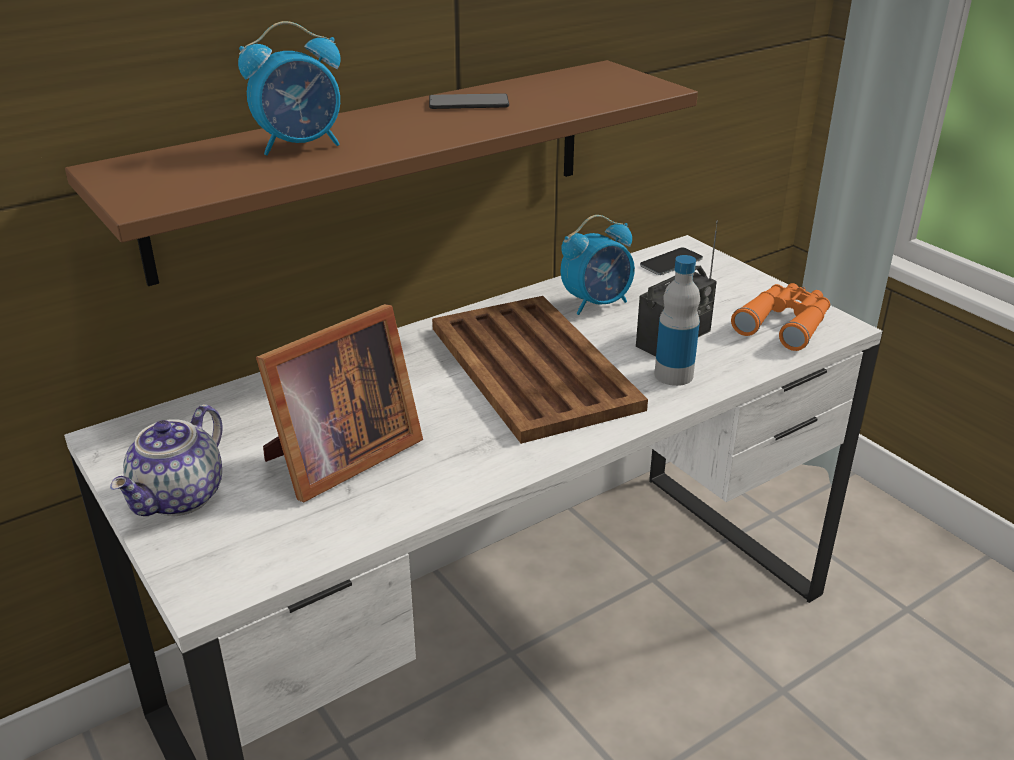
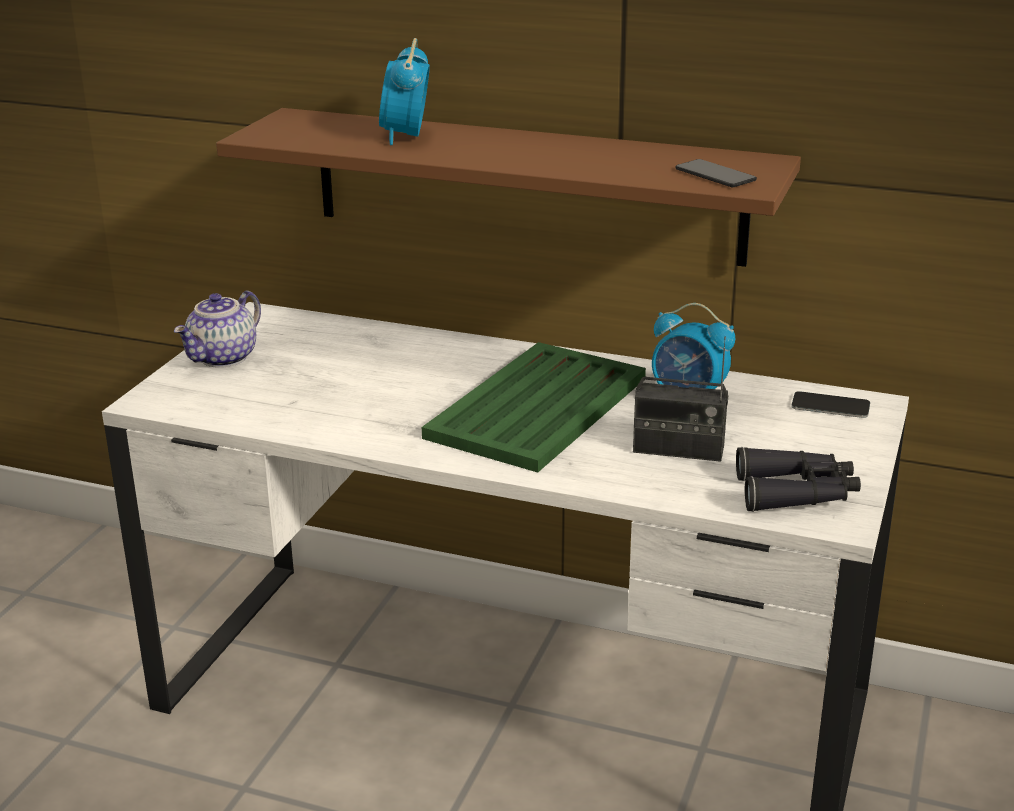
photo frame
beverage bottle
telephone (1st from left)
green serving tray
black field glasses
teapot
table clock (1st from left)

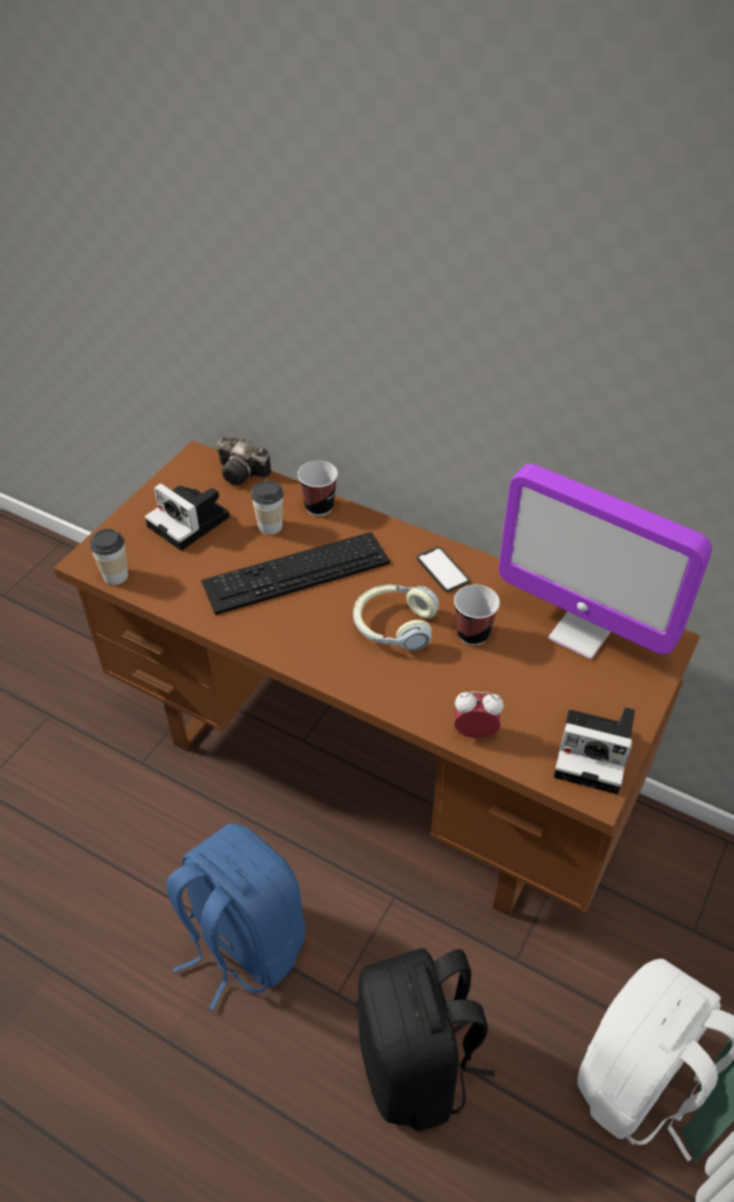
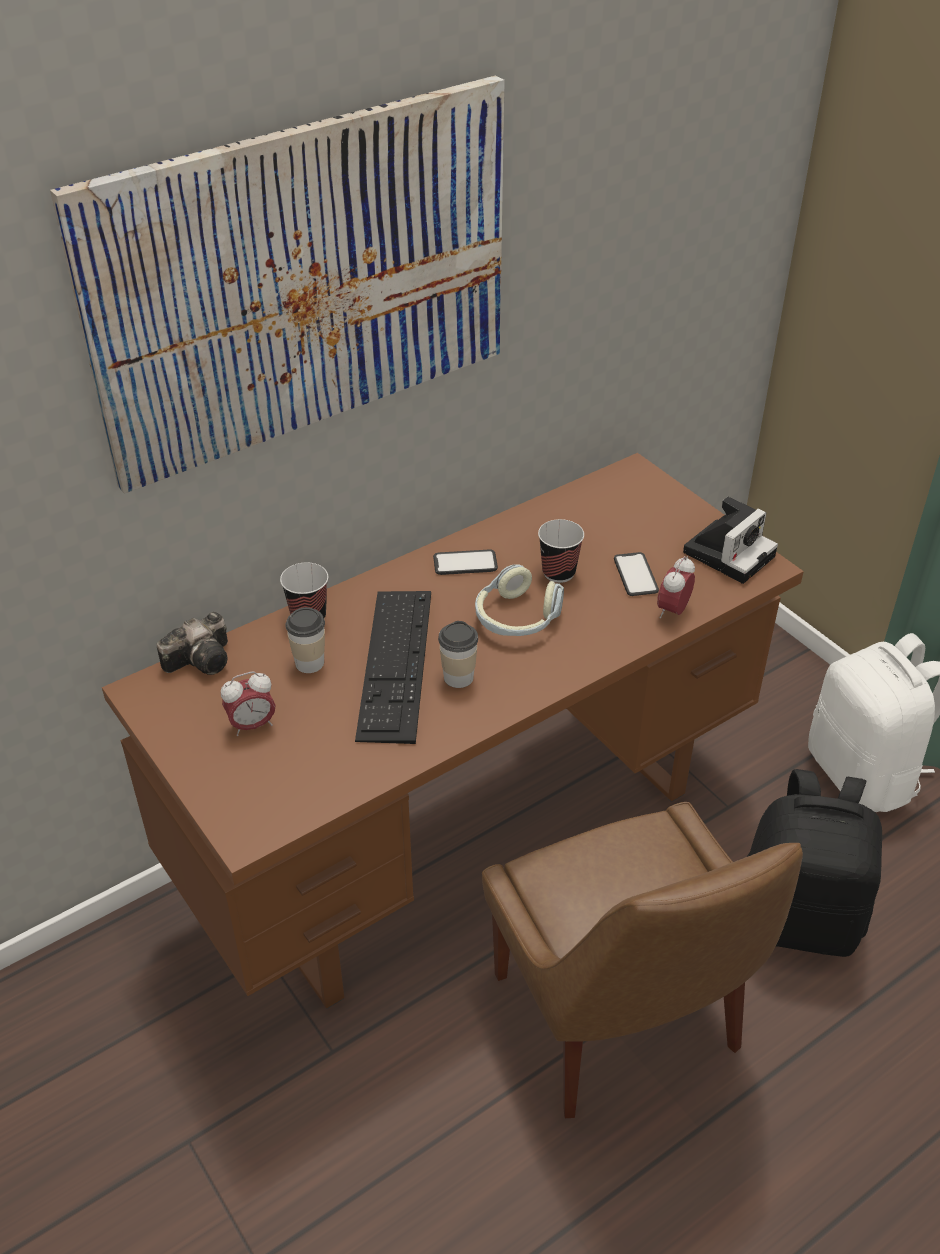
computer display
wall picture
telephone (2nd from left)
small cup (3rd from left)
table clock (1st from left)
brown-coloured chair

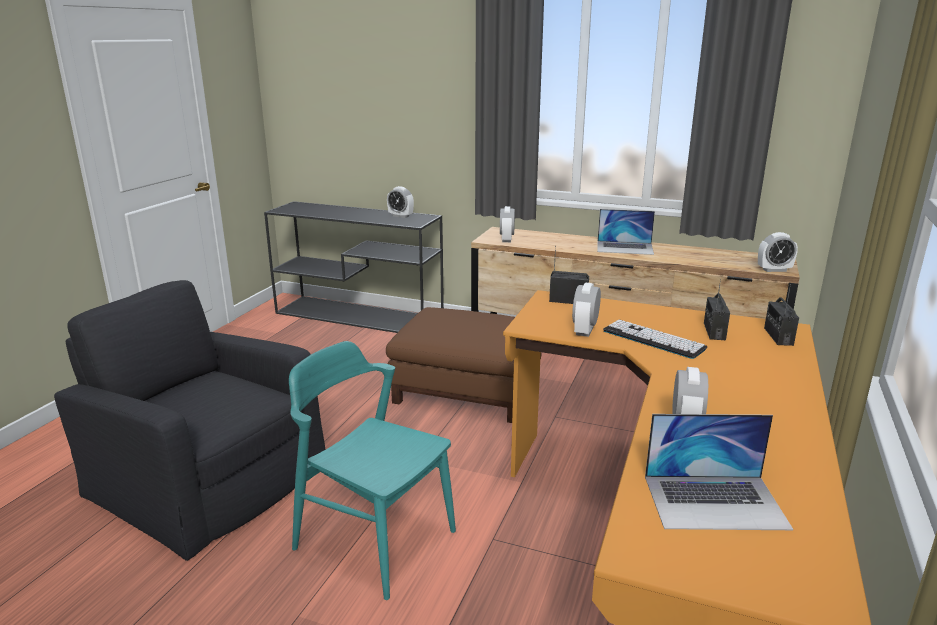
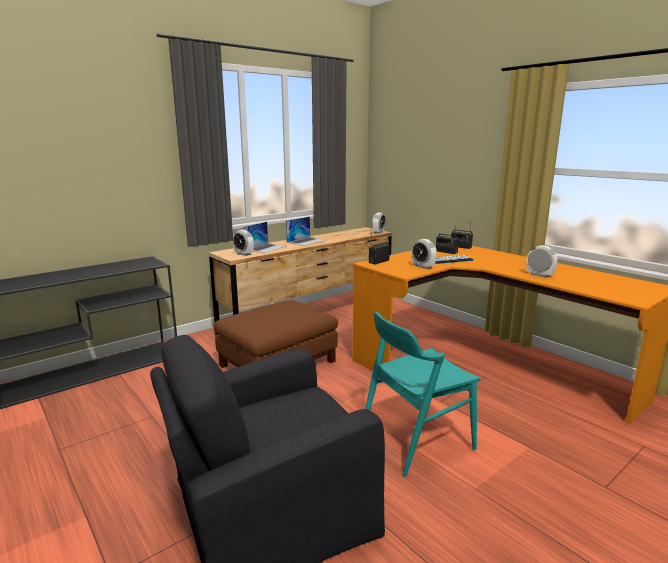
table clock (1st from left in the first image)
notebook computer (1st from left)

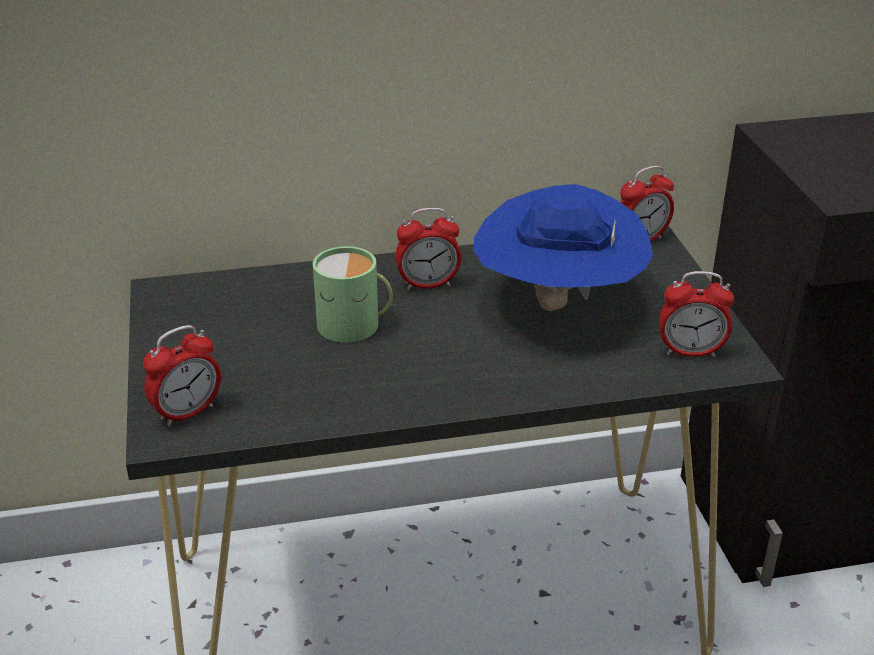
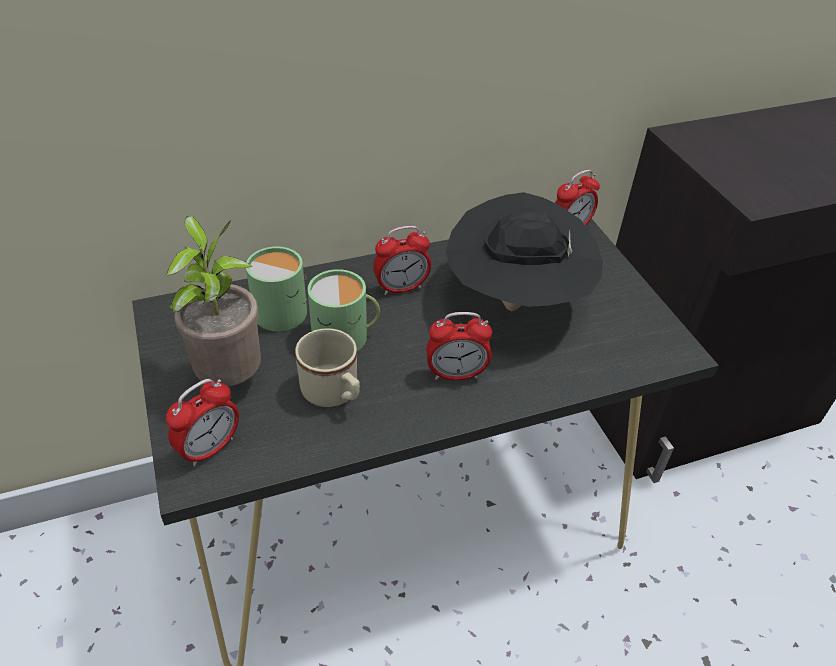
potted plant
green tea mug (1st from left)
beige-coloured tea mug
table clock (3rd from left)
black clothing hat

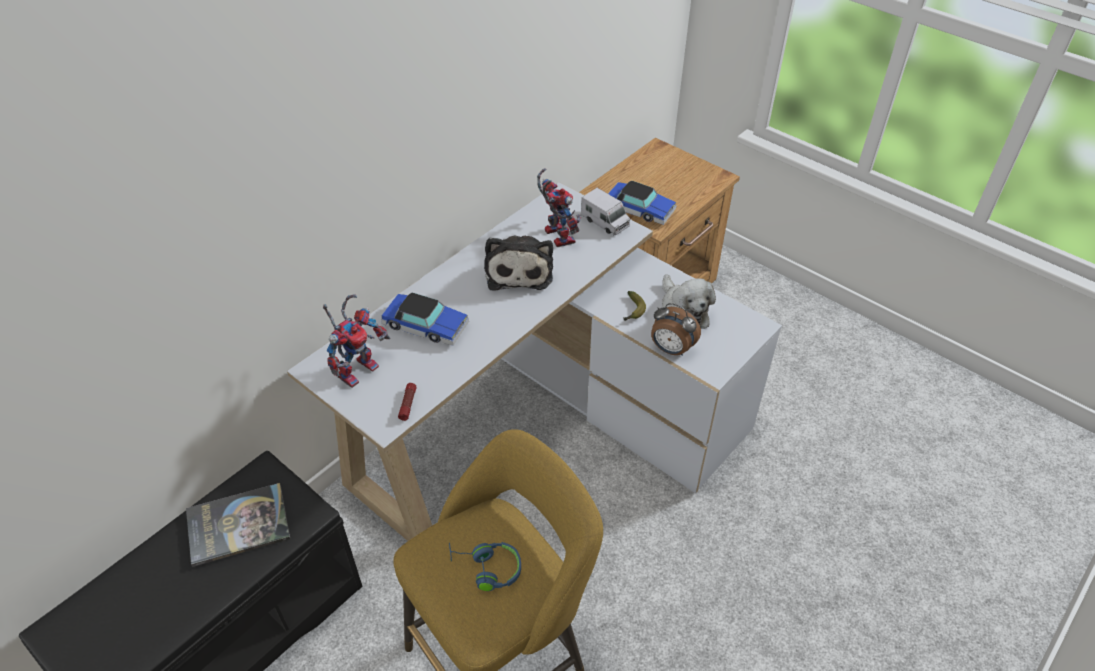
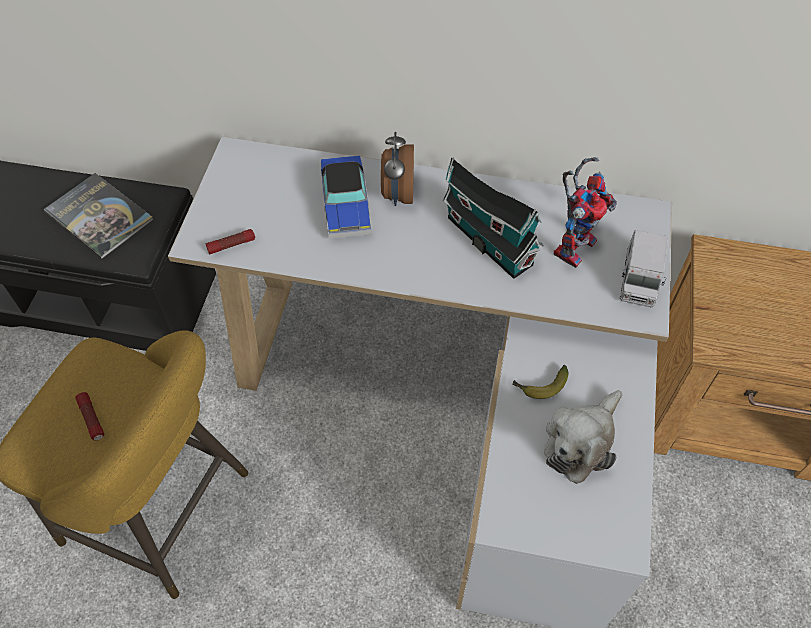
robot figure (1st from left in the first image)
model car (2nd from left in the first image)
table clock
hand torch (1st from left)
model house

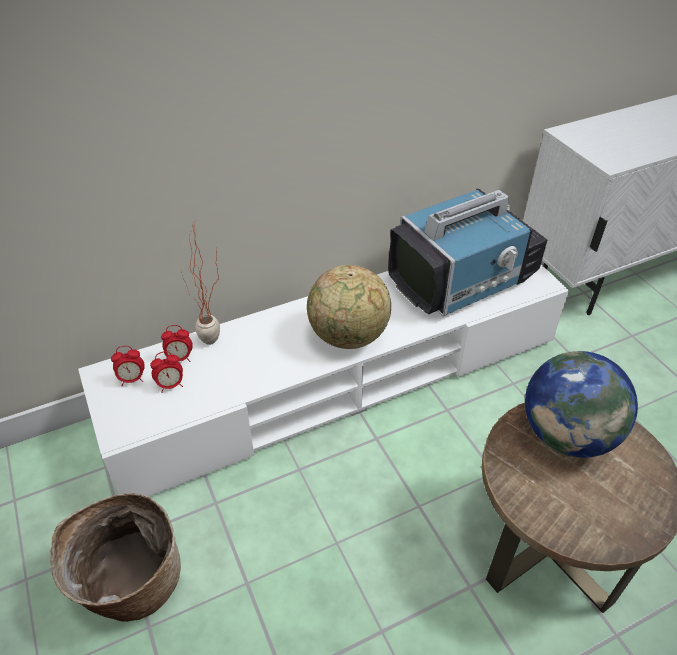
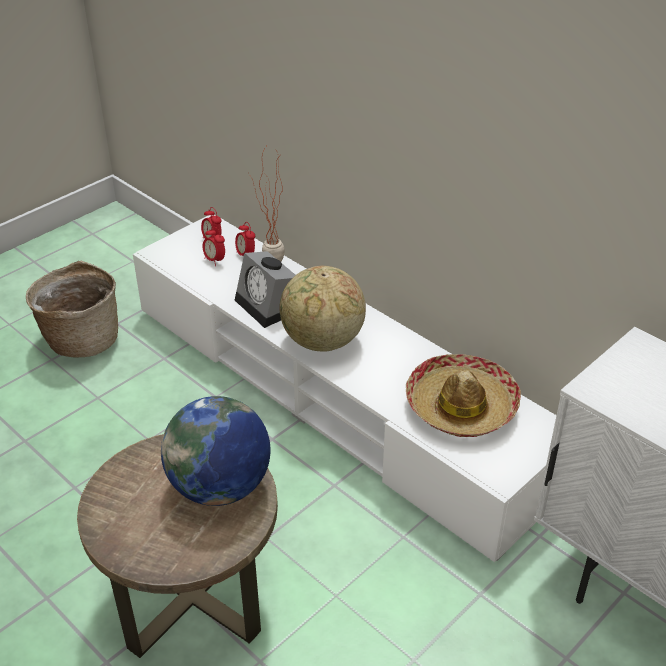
table clock (4th from left)
clothing hat

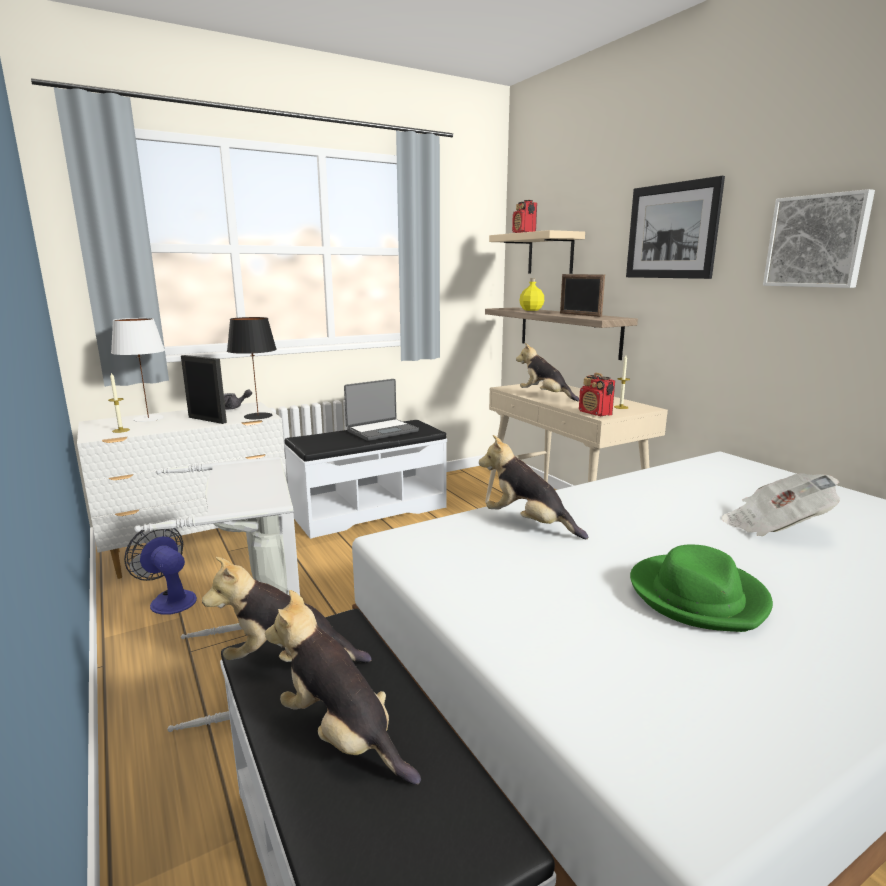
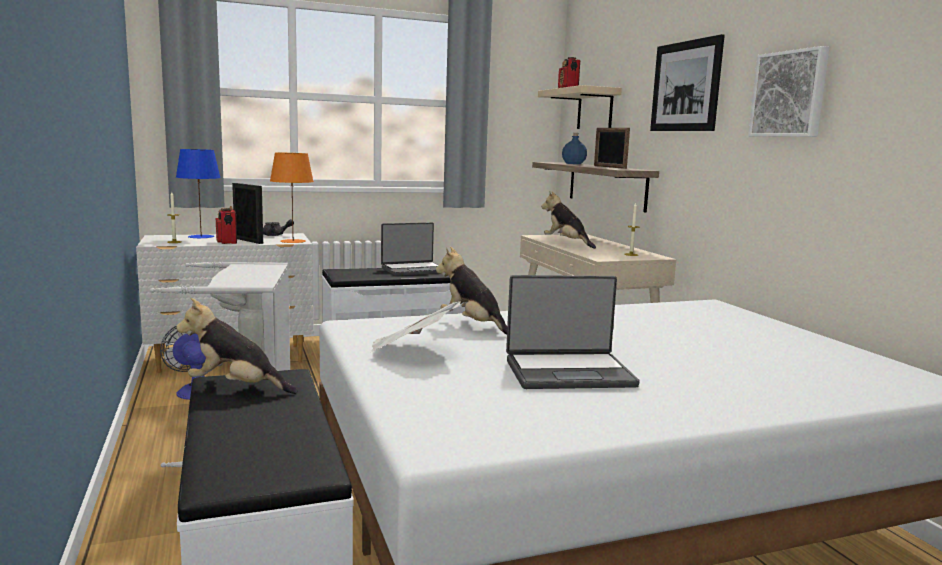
cuddly toy (2nd from left in the first image)
radio receiver (1st from left)
printed paper
notebook computer (2nd from left)
blue tabletop lamp
orangey tabletop lamp
blue beverage bottle

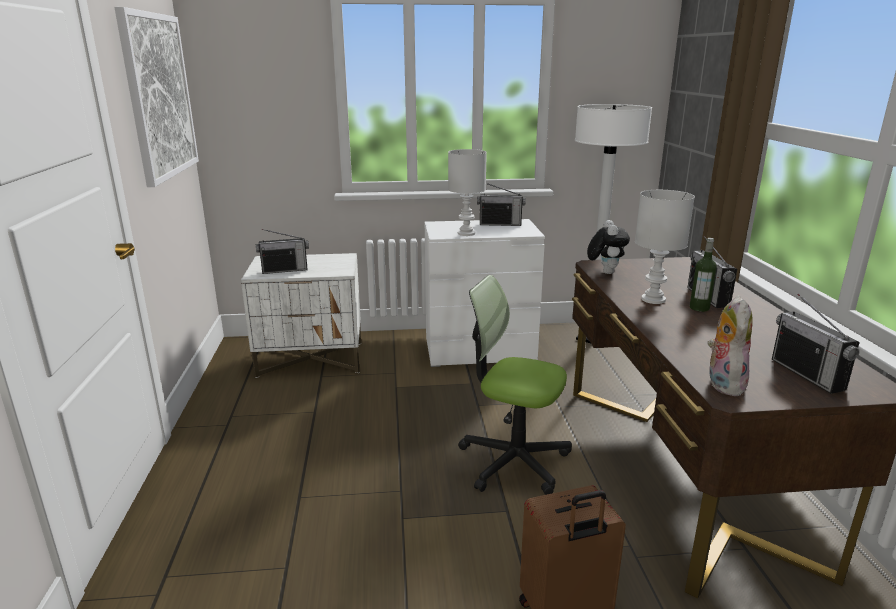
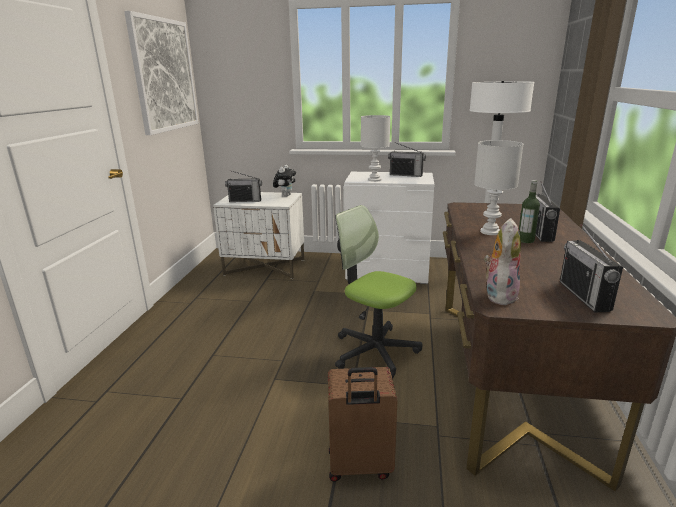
cuddly toy (1st from left)

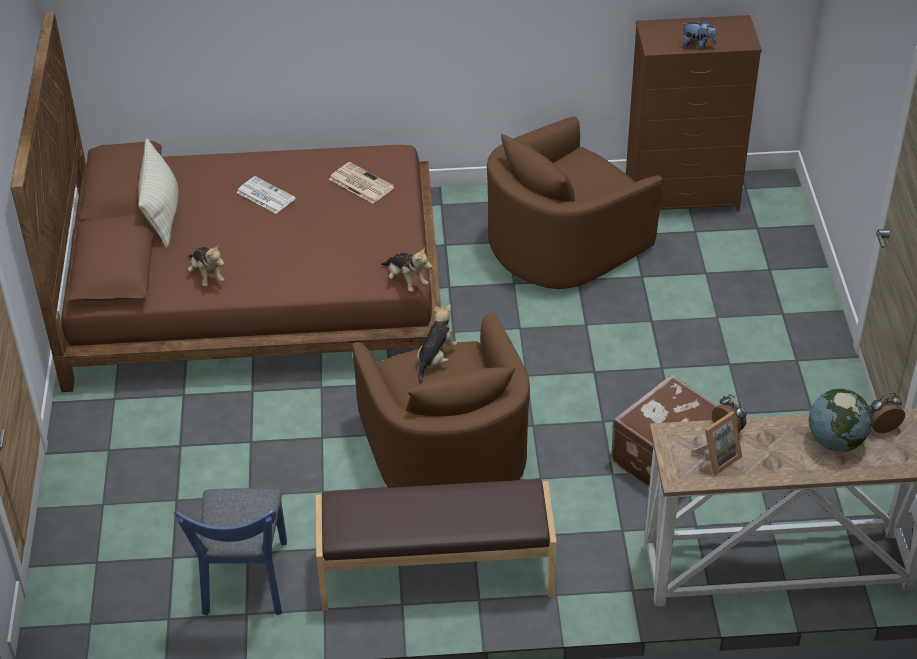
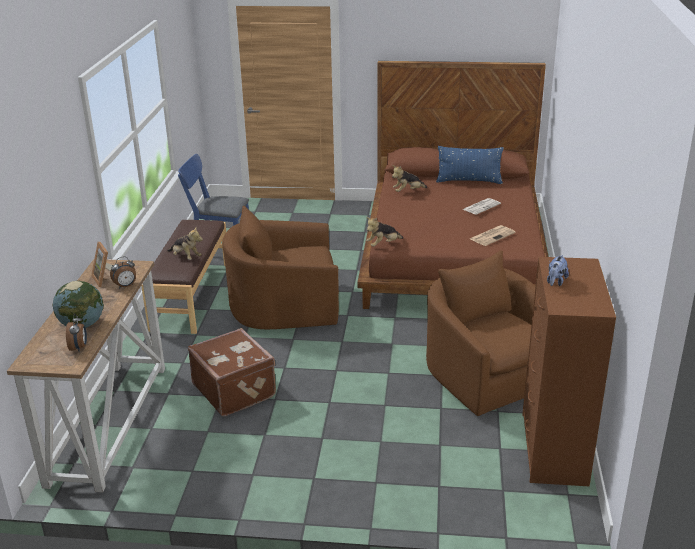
cuddly toy (1st from left)
blue cushion

